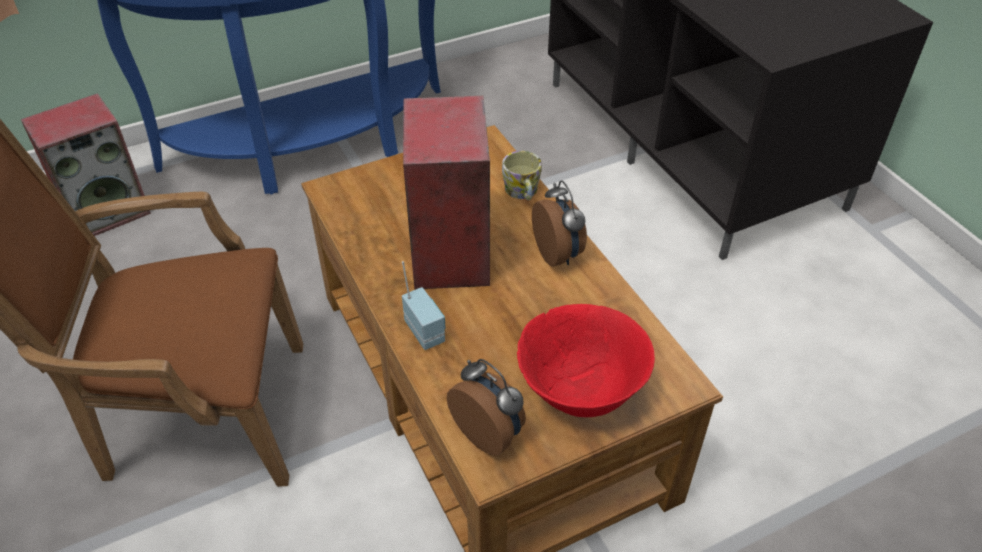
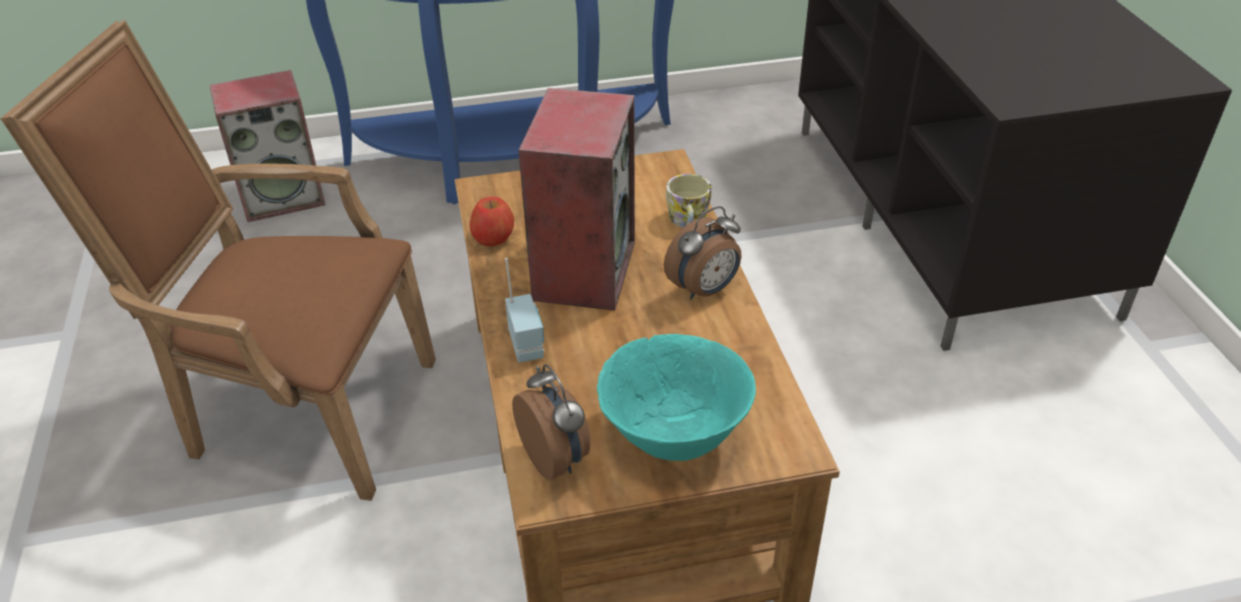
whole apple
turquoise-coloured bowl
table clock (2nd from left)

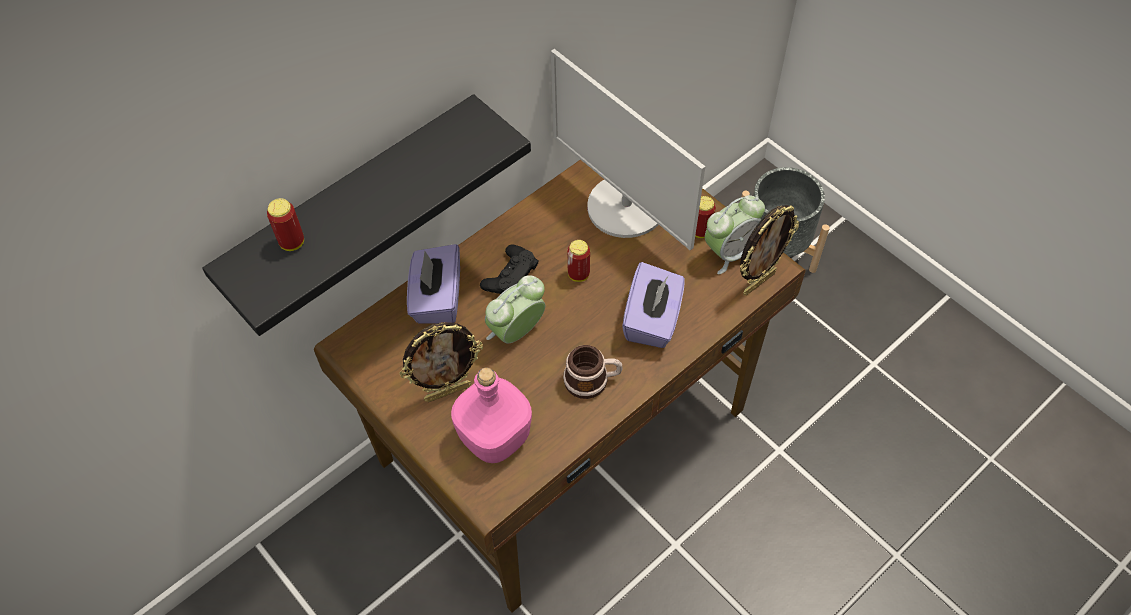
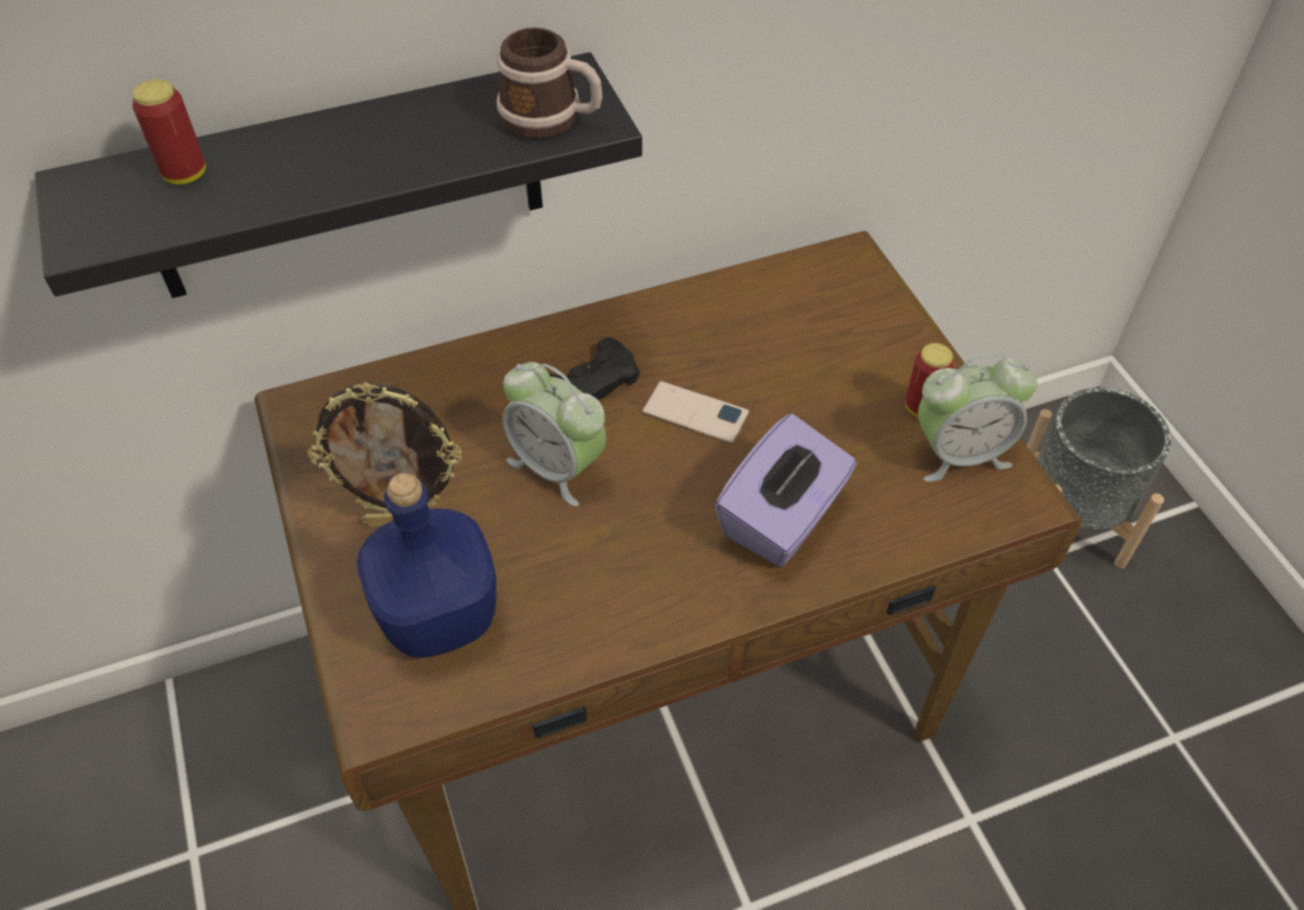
purple-coloured tissue box (1st from left in the first image)
computer display
photo frame (2nd from left in the first image)
tea mug
telephone
blue beverage bottle
table clock (1st from left)

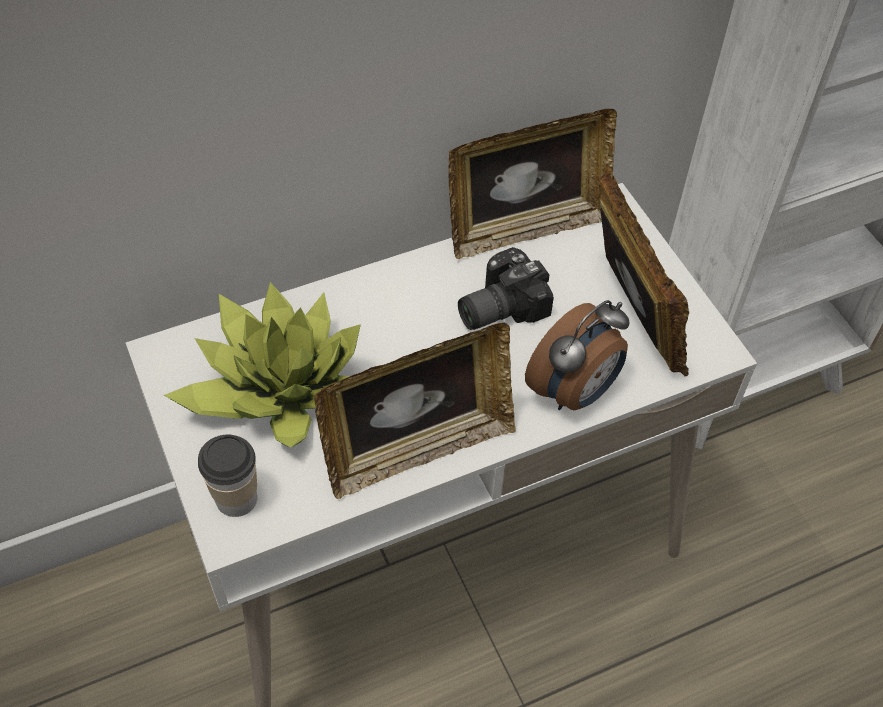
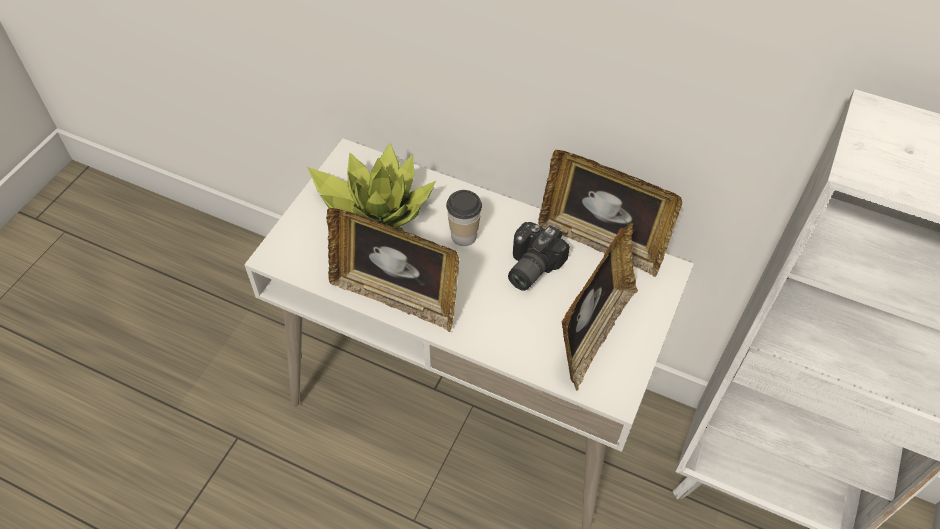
table clock
small cup
photo camera

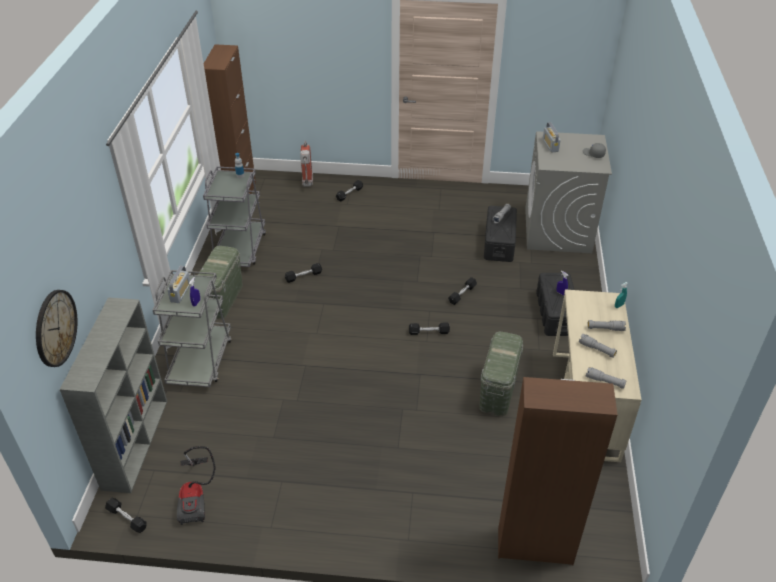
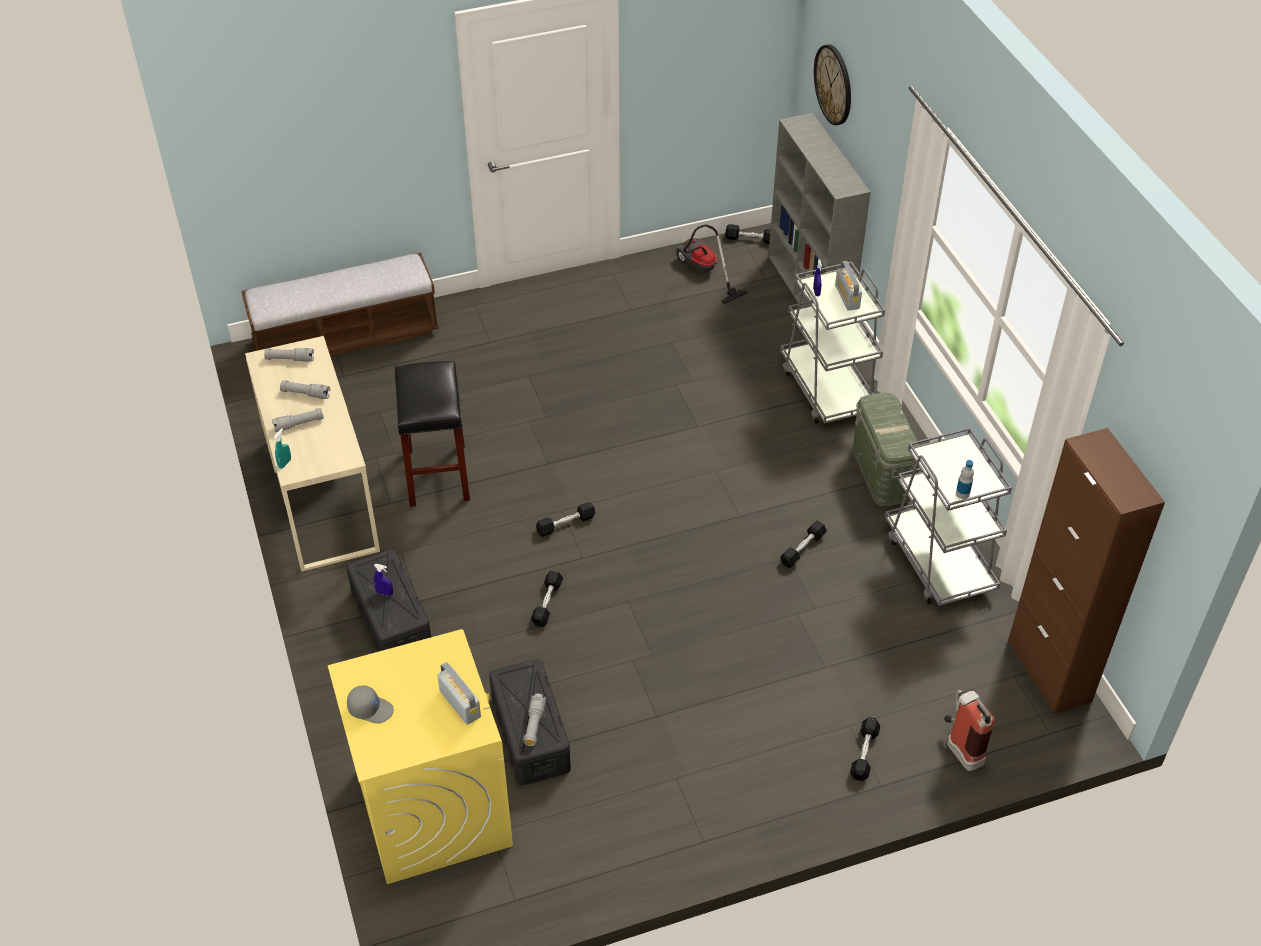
black stool seat
long seat
yellow laundry appliance

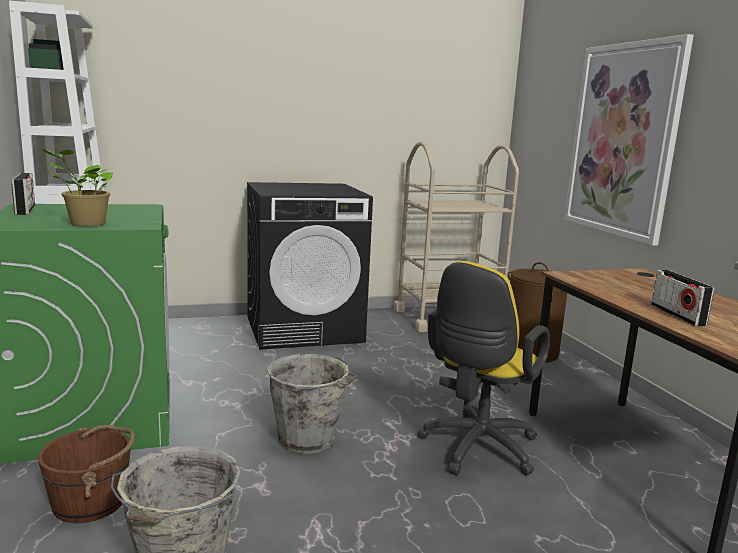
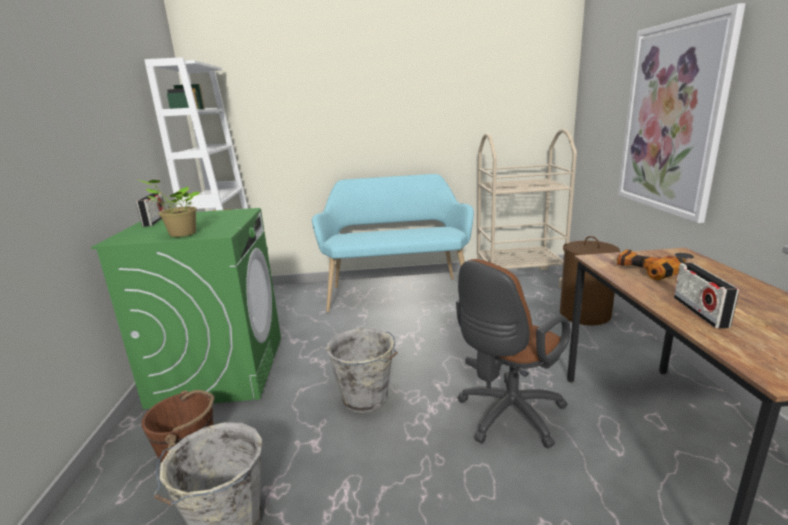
electric drill
turquoise-coloured long seat
brown-coloured office chair

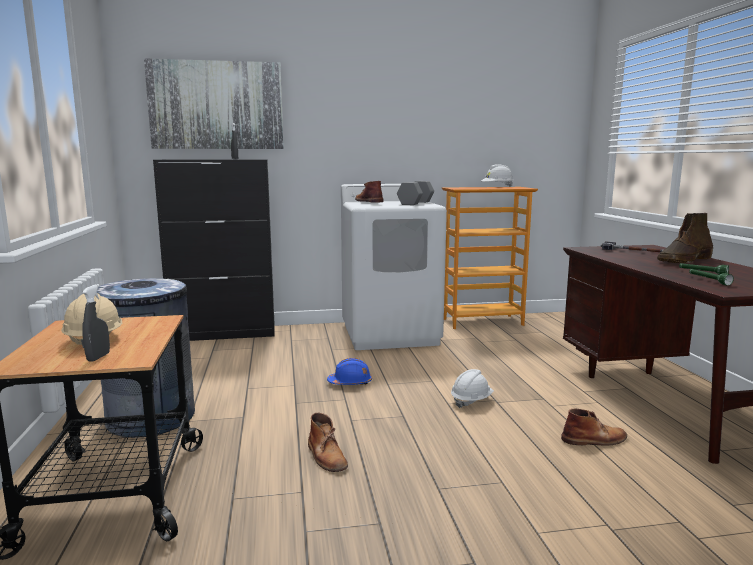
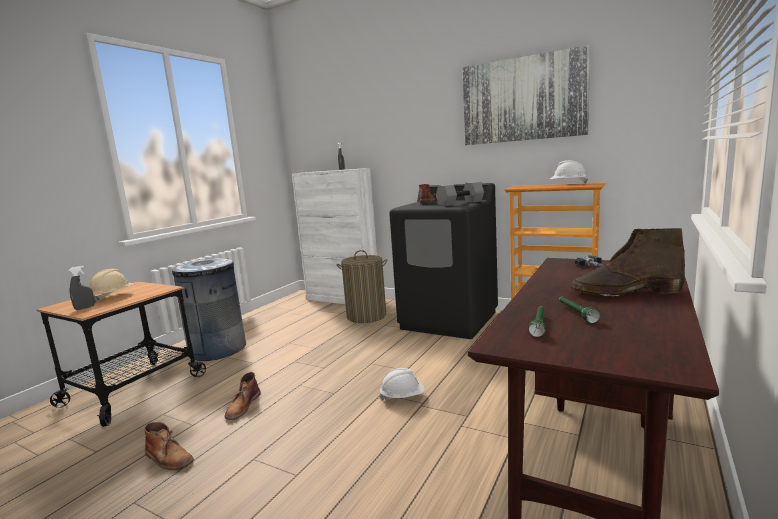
blue safety helmet
washing basket
wall picture
brown-coloured high-top boot (1st from left)
white-coloured cabinet
black laundry appliance

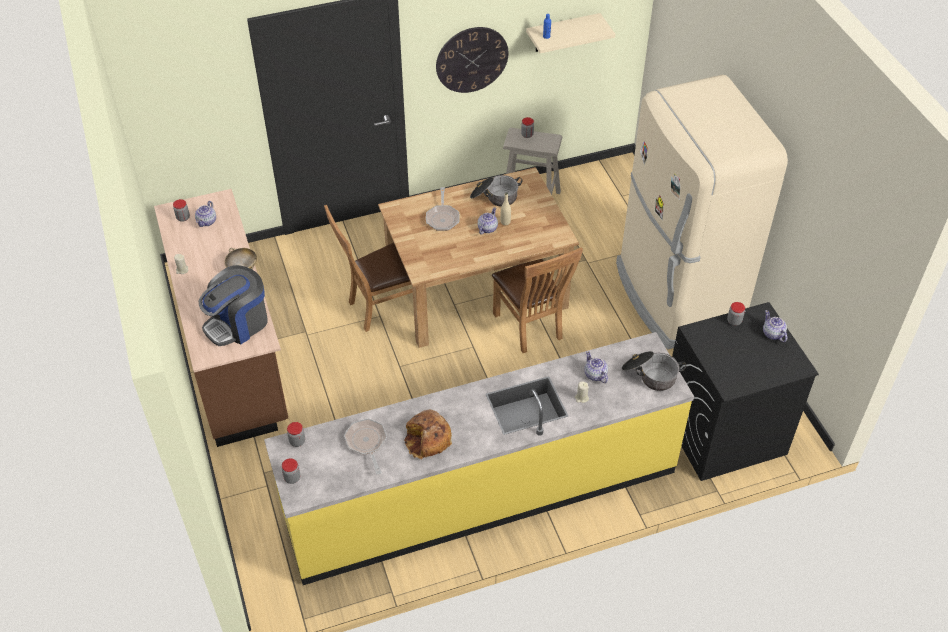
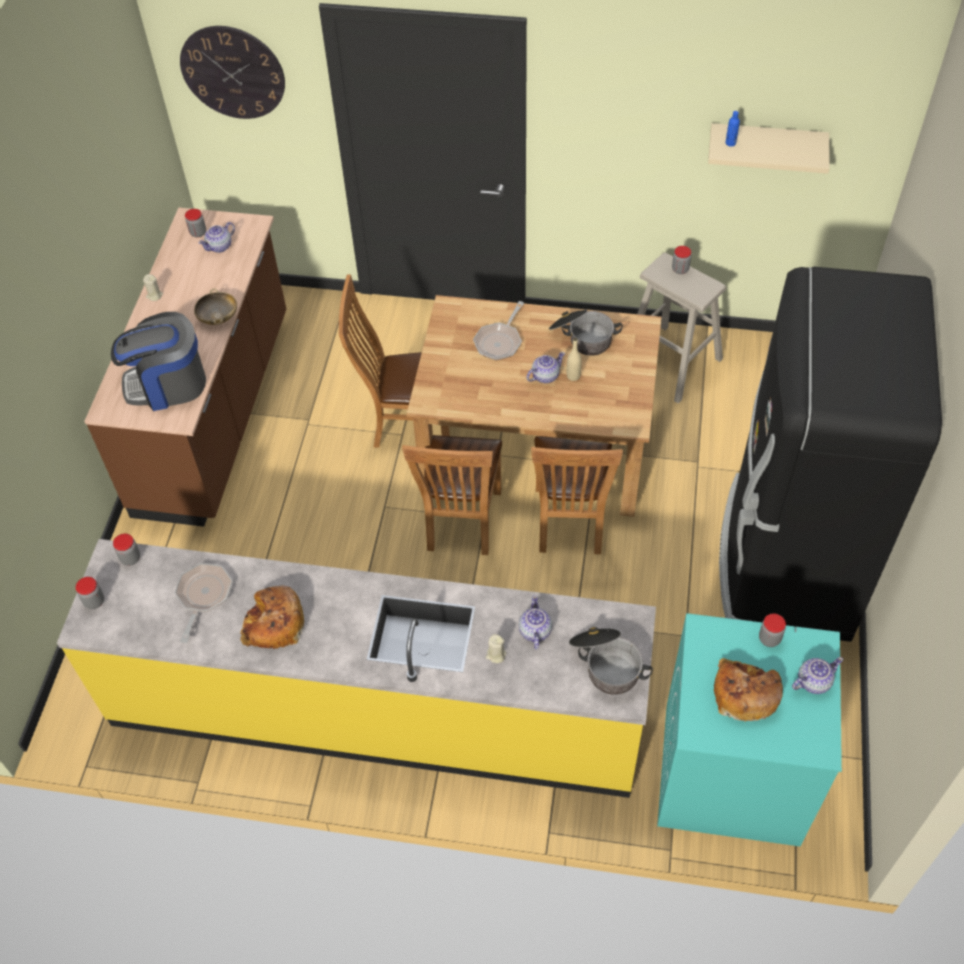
brown-coloured chair (2nd from left)
bakery bread (2nd from left)
clock on the wall
black fridge
turquoise-coloured laundry appliance
teapot (4th from left)

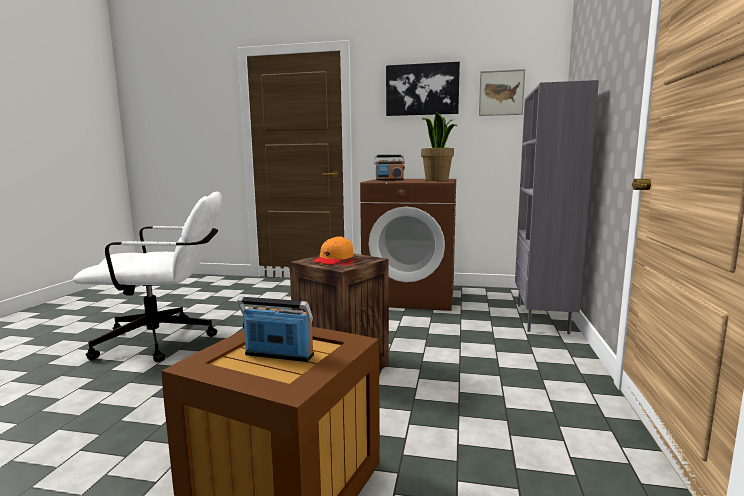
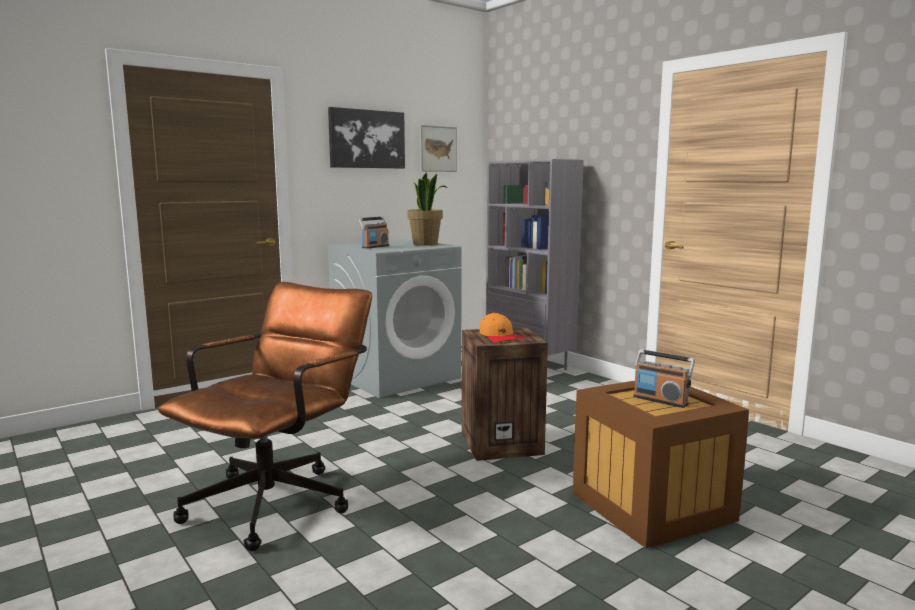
brown-coloured office chair
greyish laundry appliance
radio receiver (2nd from left)

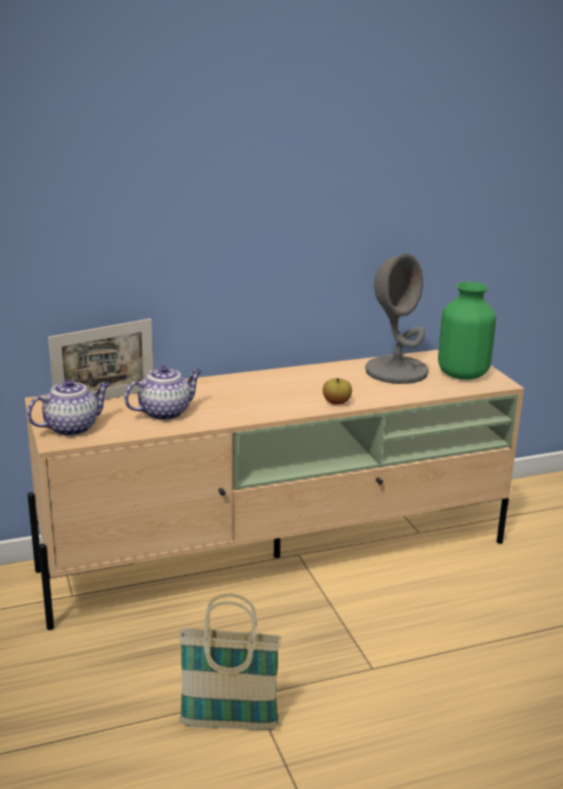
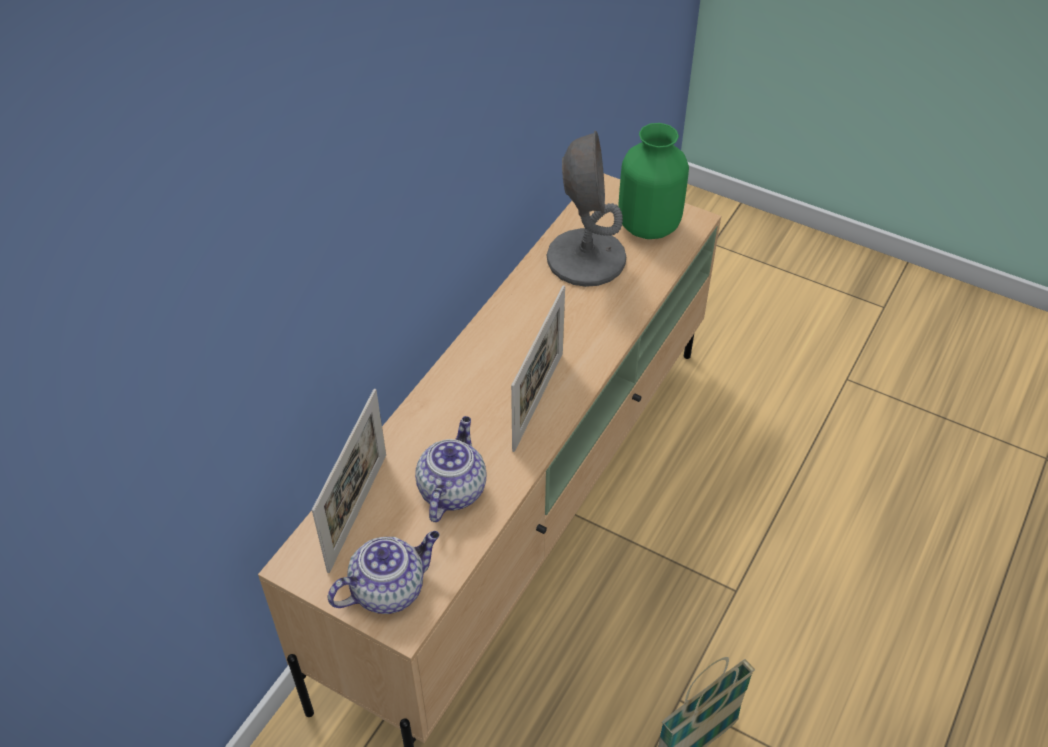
whole apple
photo frame (2nd from left)
teapot (1st from left)

